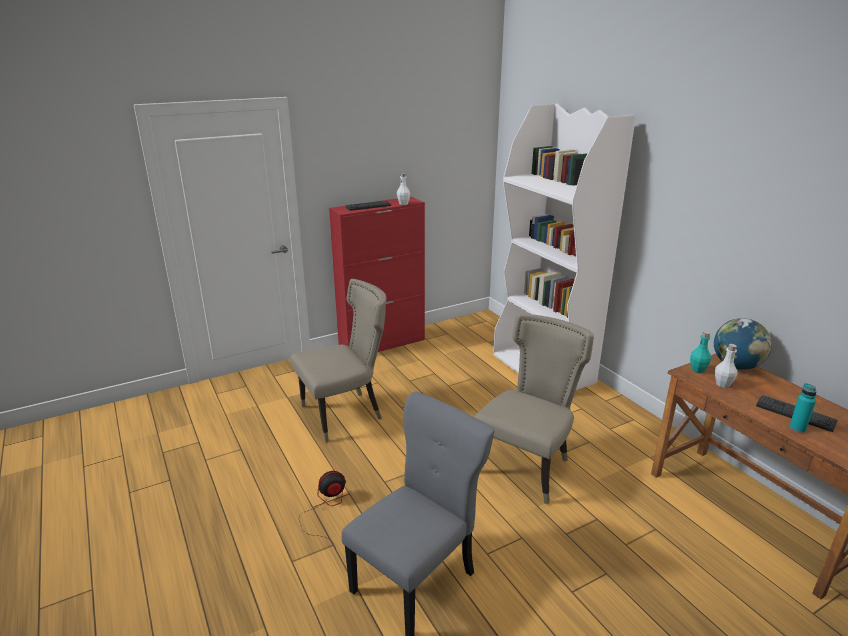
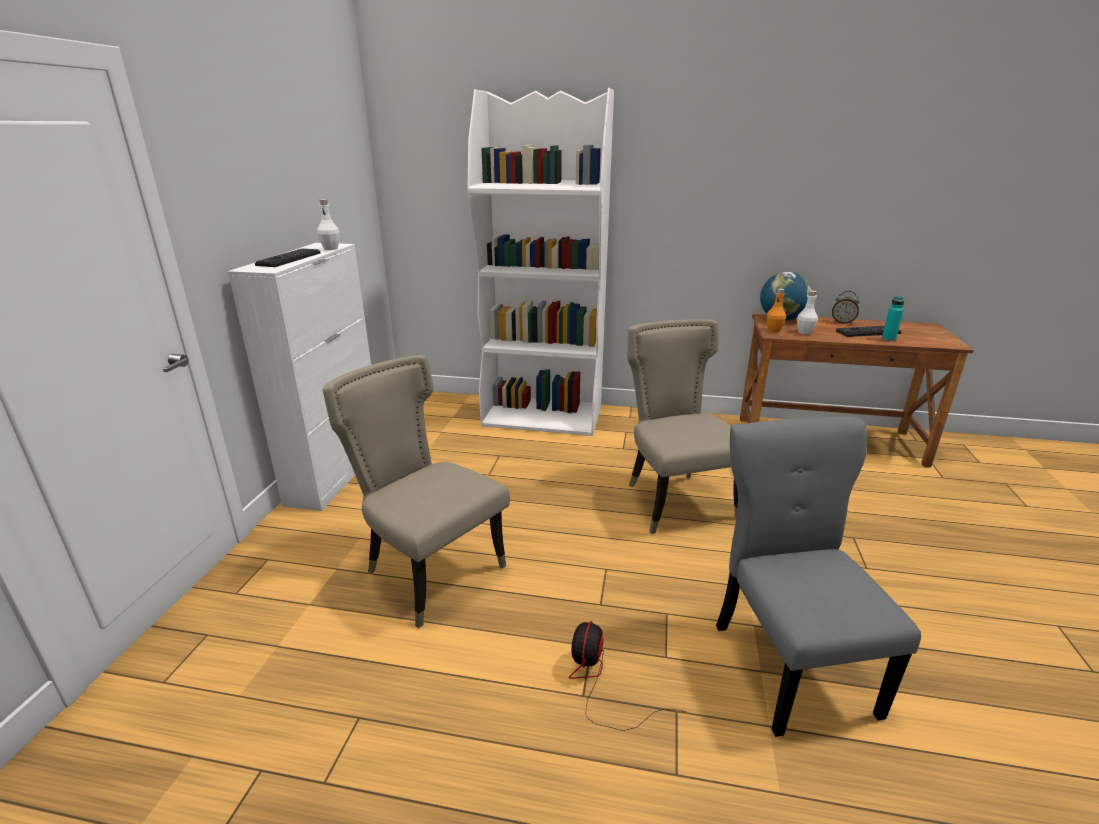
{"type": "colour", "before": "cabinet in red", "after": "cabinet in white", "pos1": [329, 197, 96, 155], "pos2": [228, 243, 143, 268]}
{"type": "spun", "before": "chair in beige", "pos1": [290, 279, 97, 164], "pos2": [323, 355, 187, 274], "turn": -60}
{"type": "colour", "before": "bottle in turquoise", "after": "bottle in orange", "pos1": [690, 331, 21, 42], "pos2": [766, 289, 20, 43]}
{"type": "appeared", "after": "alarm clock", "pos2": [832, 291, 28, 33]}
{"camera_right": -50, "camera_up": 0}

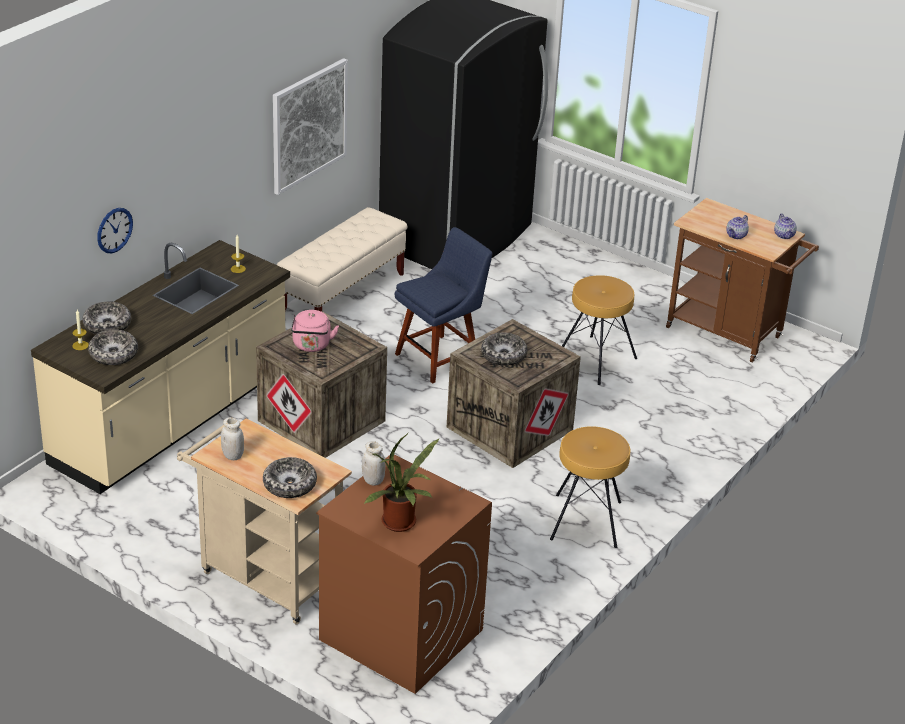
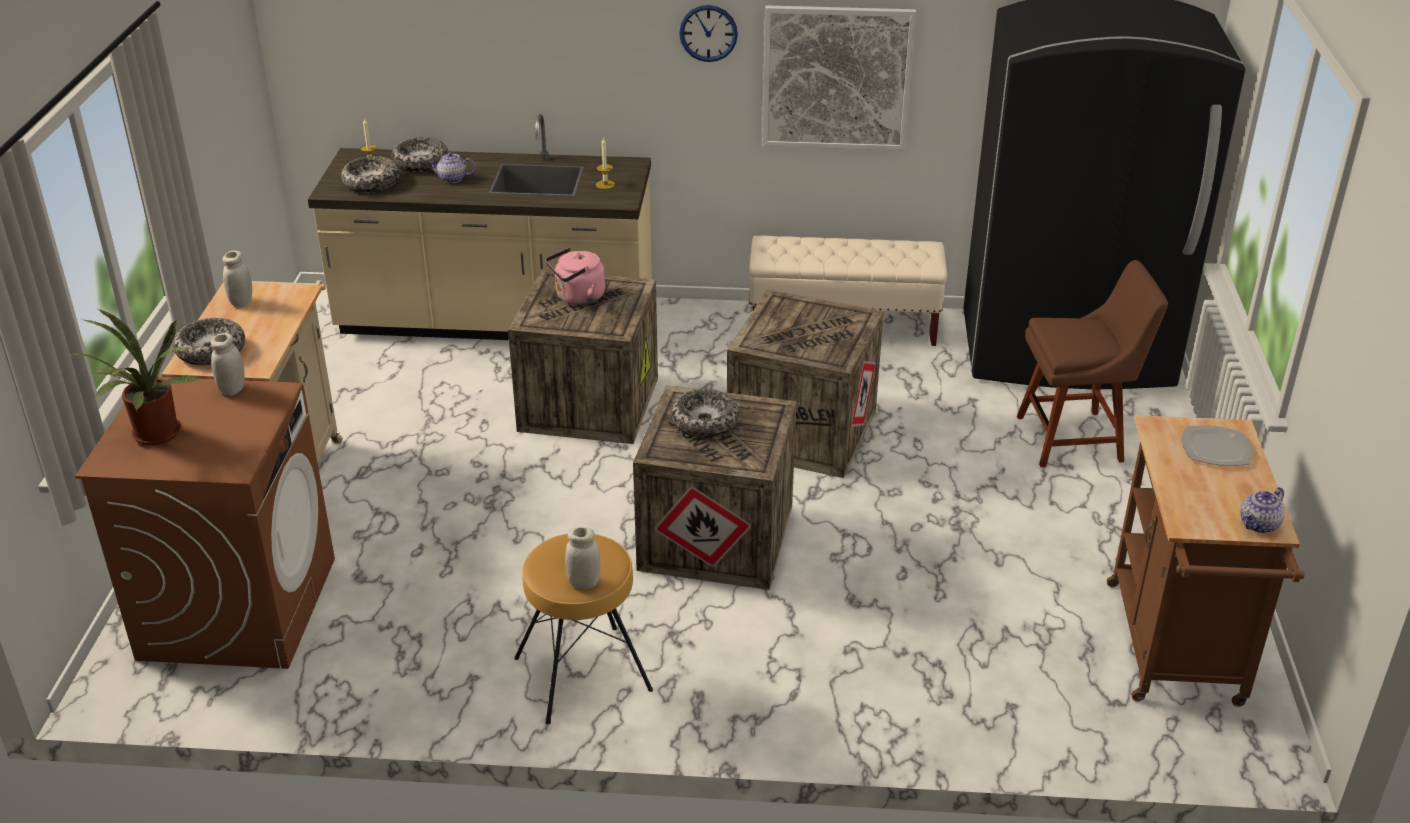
{"type": "relocated", "before": "teapot", "pos1": [726, 215, 23, 24], "pos2": [427, 152, 49, 31]}
{"type": "appeared", "after": "jar in white", "pos2": [565, 527, 36, 62]}
{"type": "relocated", "before": "wall clock", "pos1": [97, 208, 36, 45], "pos2": [679, 5, 59, 57]}
{"type": "exchanged", "before": "chair in blue", "after": "crate", "pos1": [395, 227, 97, 157], "pos2": [727, 290, 157, 188]}
{"type": "appeared", "after": "chair in brown", "pos2": [1017, 260, 151, 207]}
{"type": "appeared", "after": "plate", "pos2": [1182, 425, 70, 41]}
{"type": "missing", "before": "stool in brown", "pos1": [562, 276, 75, 109]}
{"camera_right": 60, "camera_up": 0}

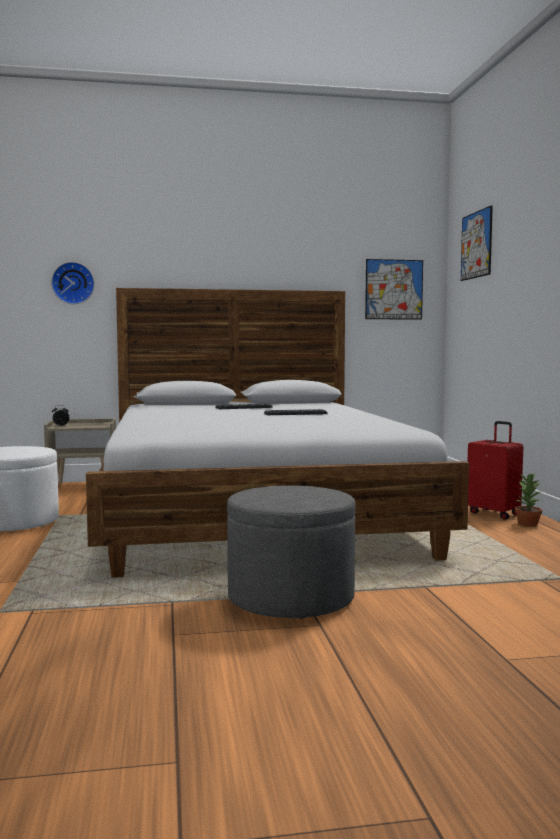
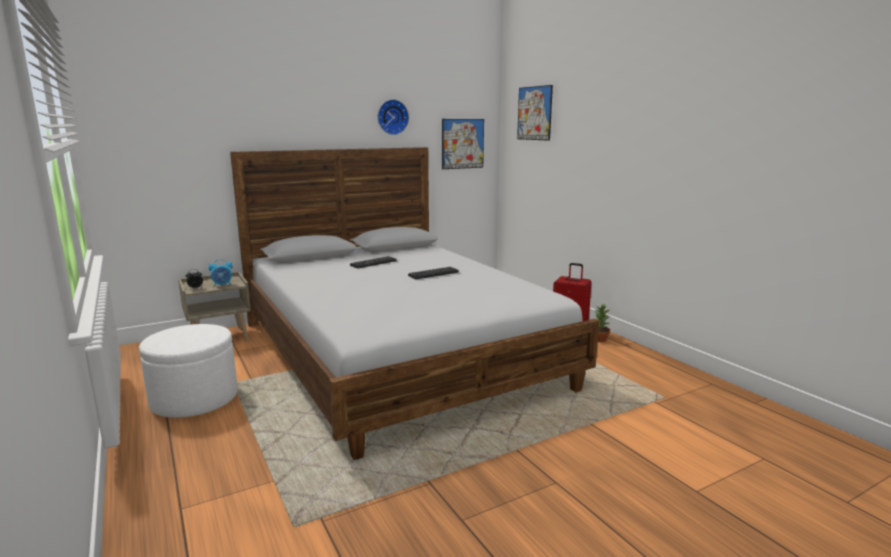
{"type": "appeared", "after": "alarm clock", "pos2": [209, 259, 24, 28]}
{"type": "relocated", "before": "wall clock", "pos1": [51, 262, 44, 42], "pos2": [378, 99, 31, 36]}
{"type": "missing", "before": "ottoman in grey", "pos1": [227, 485, 129, 134]}
{"camera_right": -20, "camera_up": 10}

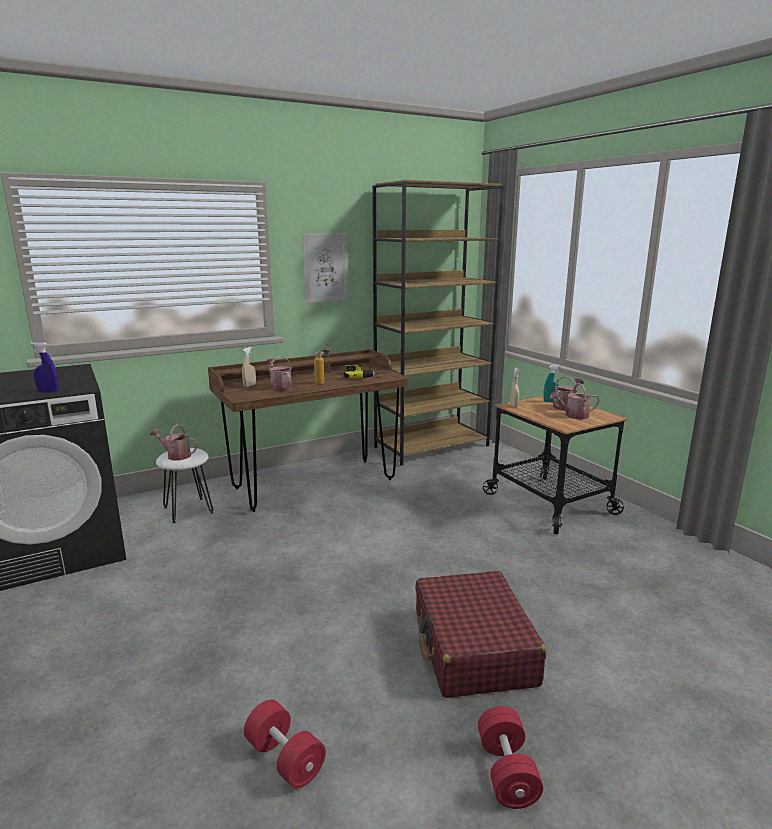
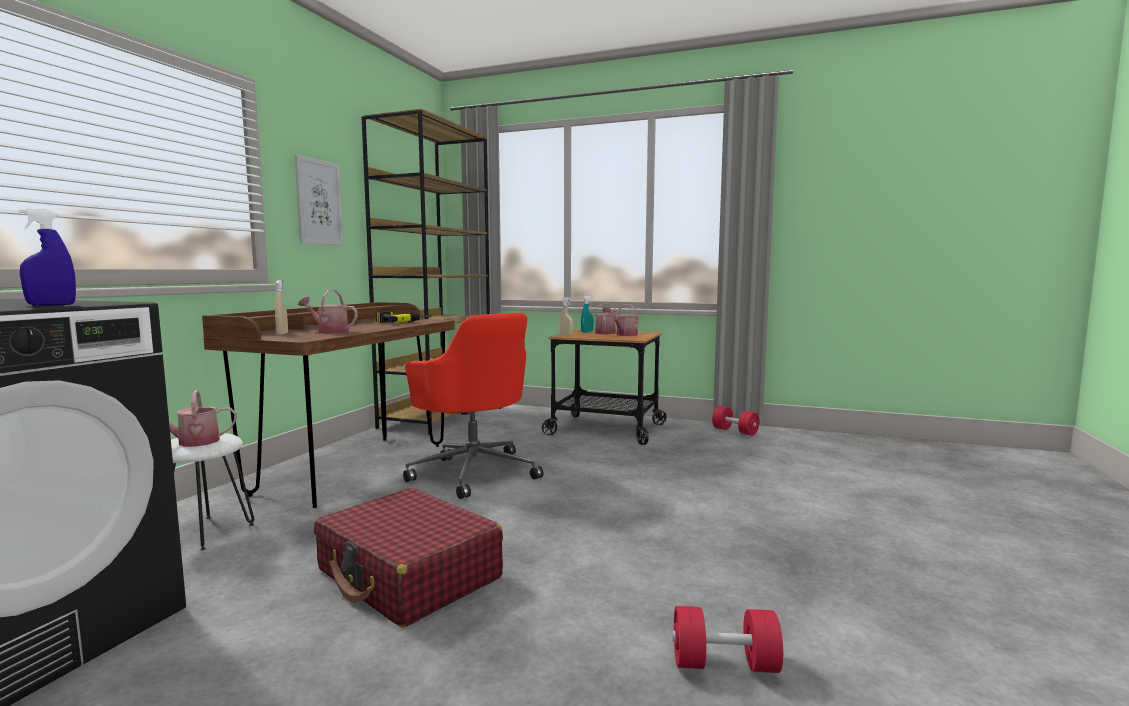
{"type": "relocated", "before": "suitcase in red", "pos1": [415, 571, 131, 127], "pos2": [314, 488, 189, 140]}
{"type": "appeared", "after": "office chair in red", "pos2": [403, 313, 141, 186]}
{"type": "relocated", "before": "dumbbell in red", "pos1": [478, 706, 65, 103], "pos2": [712, 406, 47, 30]}
{"type": "missing", "before": "bottle", "pos1": [314, 344, 16, 41]}
{"camera_right": -40, "camera_up": -10}

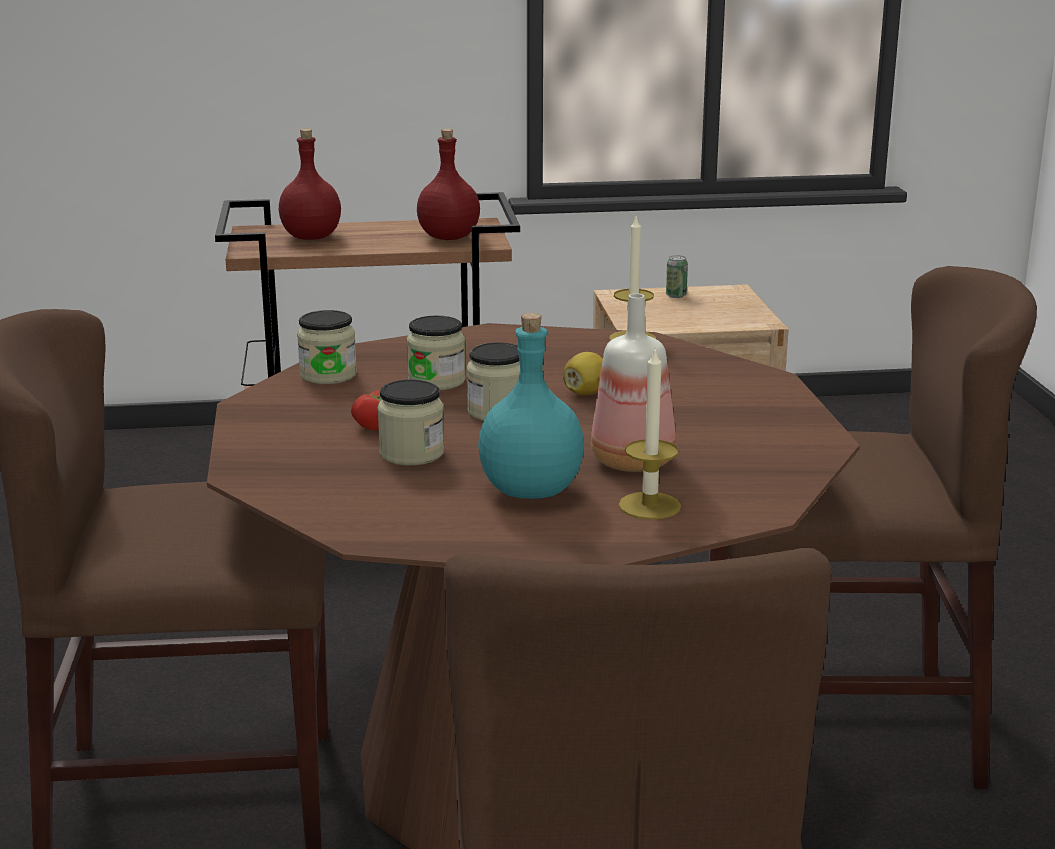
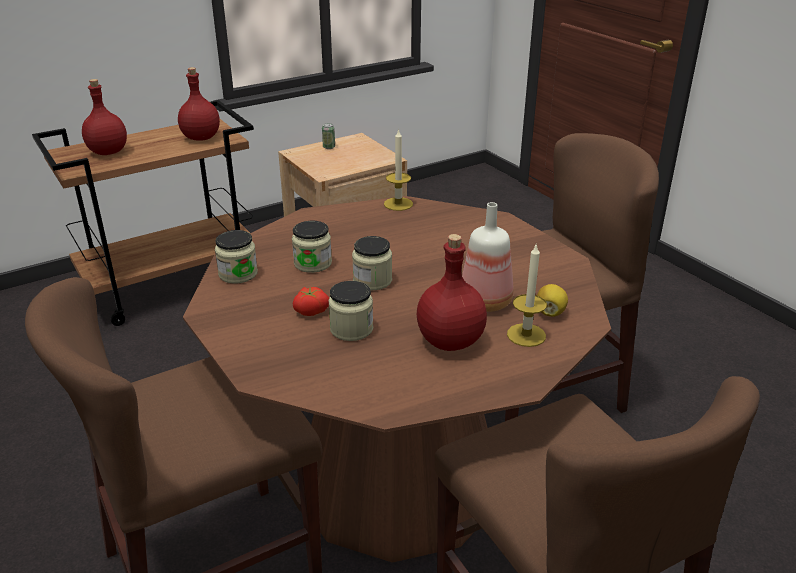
{"type": "colour", "before": "bottle in turquoise", "after": "bottle in red", "pos1": [478, 313, 106, 186], "pos2": [417, 234, 70, 117]}
{"type": "relocated", "before": "lemon", "pos1": [563, 352, 40, 43], "pos2": [537, 284, 31, 33]}
{"camera_right": -25, "camera_up": 10}

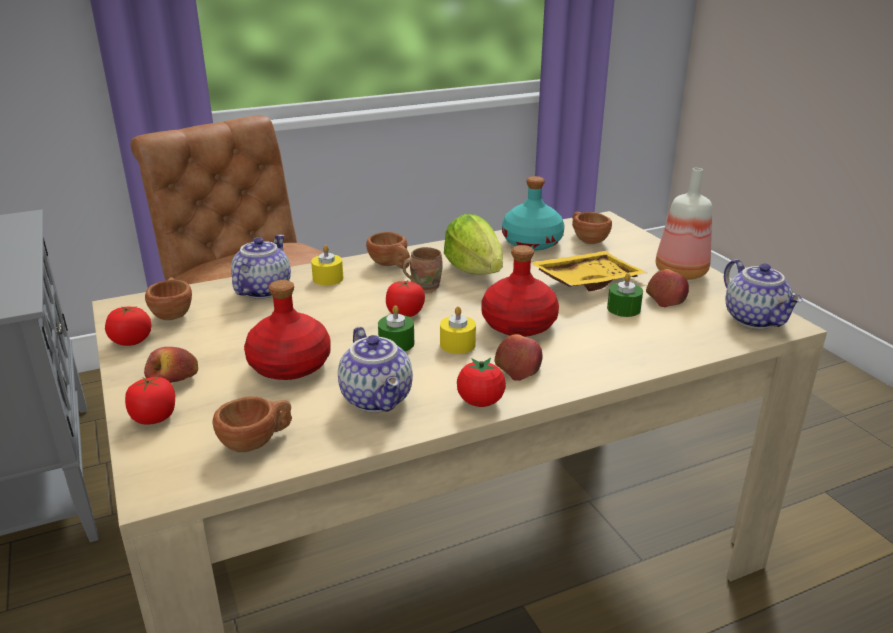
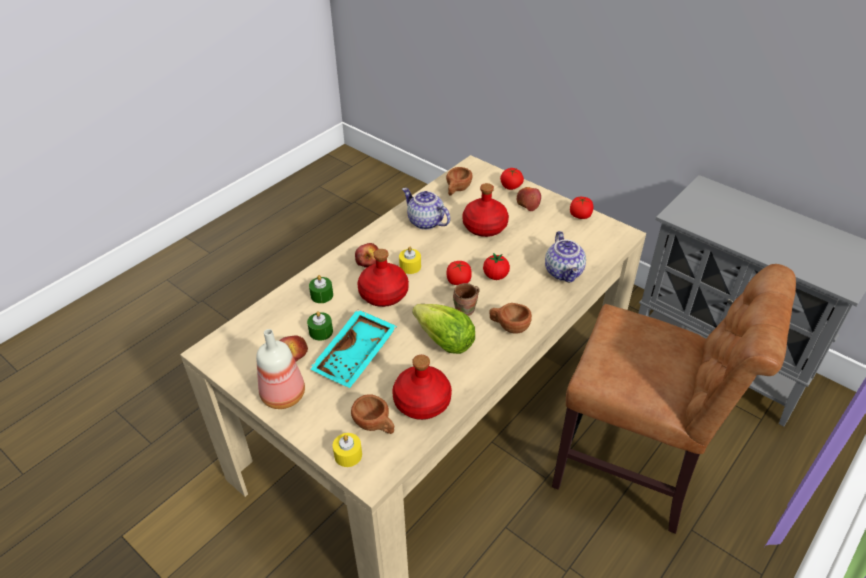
{"type": "relocated", "before": "candle in green", "pos1": [378, 305, 36, 46], "pos2": [309, 275, 24, 28]}
{"type": "colour", "before": "tray in yellow", "after": "tray in turquoise", "pos1": [531, 251, 116, 40], "pos2": [309, 309, 88, 79]}
{"type": "relocated", "before": "candle in yellow", "pos1": [311, 245, 32, 40], "pos2": [333, 433, 29, 34]}
{"type": "colour", "before": "bottle in turquoise", "after": "bottle in red", "pos1": [502, 176, 63, 75], "pos2": [392, 355, 60, 65]}
{"type": "relocated", "before": "tomato", "pos1": [457, 358, 49, 49], "pos2": [483, 253, 27, 27]}
{"type": "missing", "before": "cup in brown", "pos1": [145, 277, 47, 43]}
{"type": "missing", "before": "teapot", "pos1": [724, 259, 79, 70]}
{"camera_right": 155, "camera_up": 15}

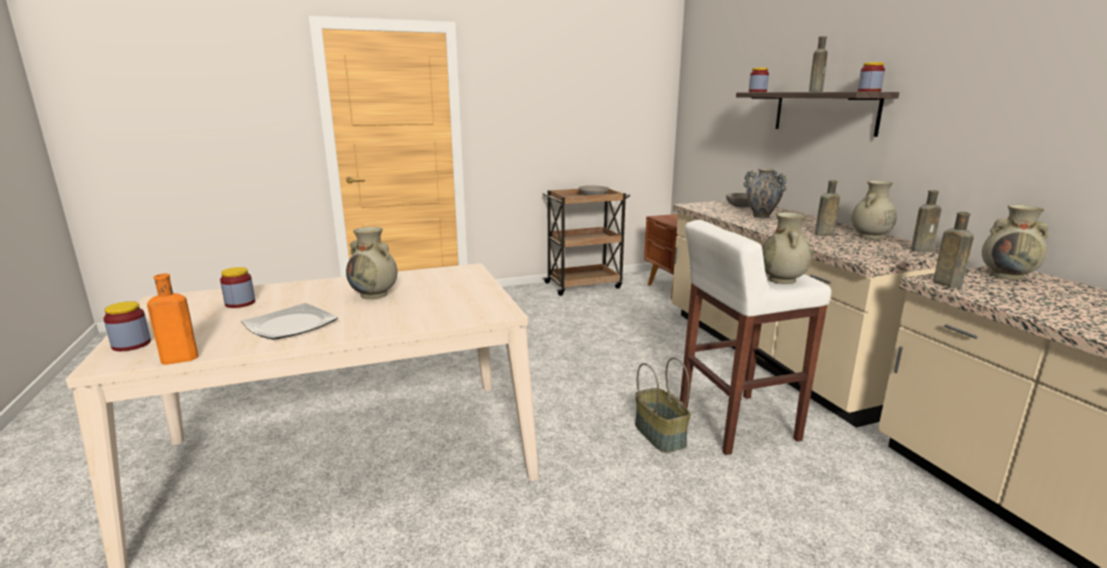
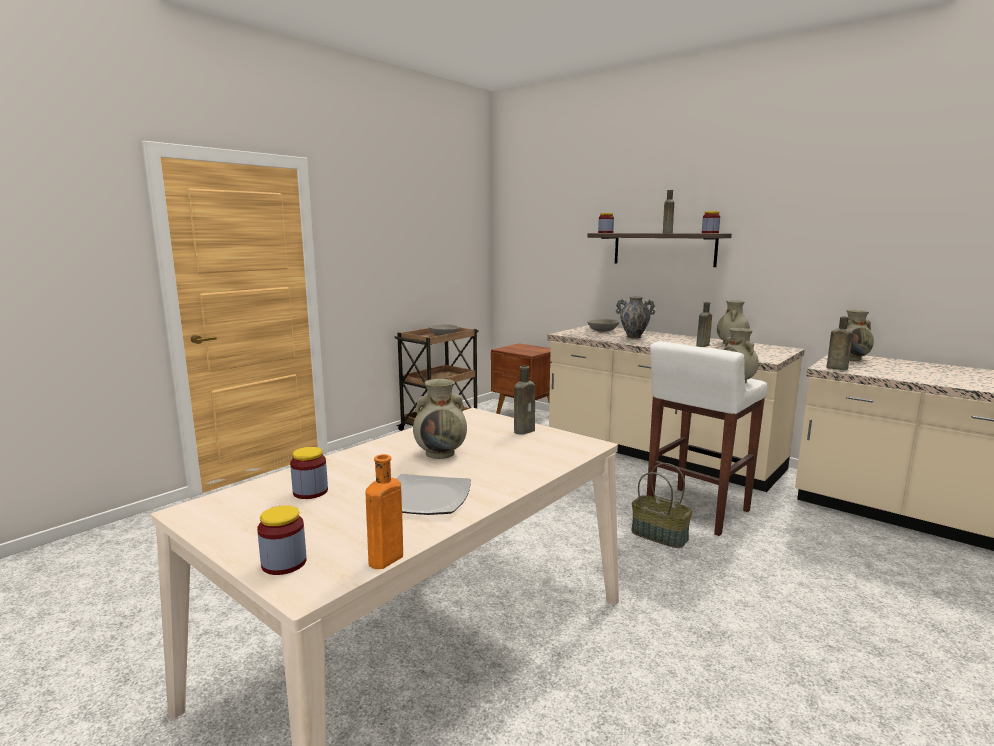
{"type": "relocated", "before": "bottle in brown", "pos1": [911, 190, 31, 62], "pos2": [514, 366, 21, 68]}
{"camera_right": -30, "camera_up": -5}

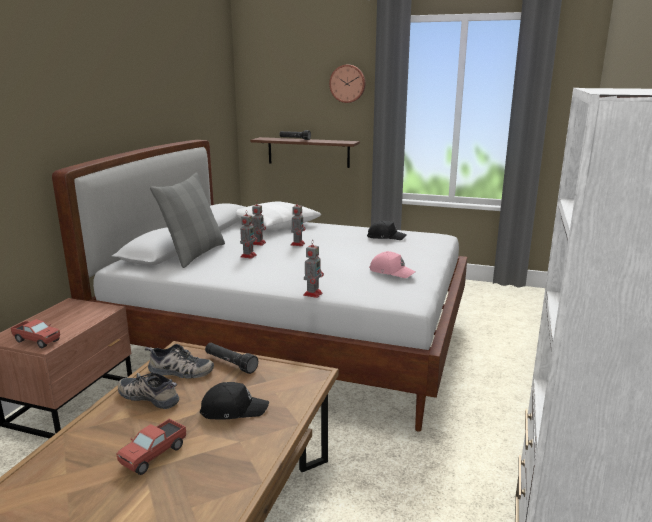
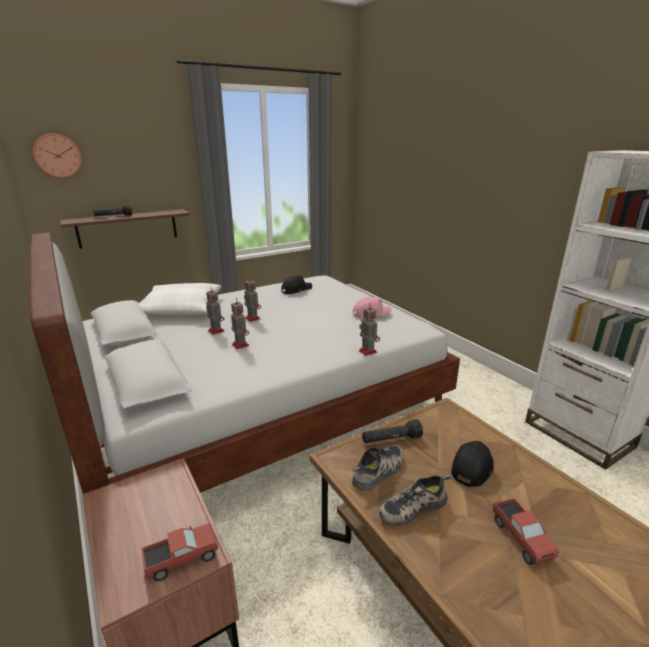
{"type": "relocated", "before": "wall clock", "pos1": [329, 65, 37, 38], "pos2": [33, 133, 49, 45]}
{"type": "missing", "before": "pillow in grey", "pos1": [150, 172, 75, 96]}
{"camera_right": -50, "camera_up": 5}

